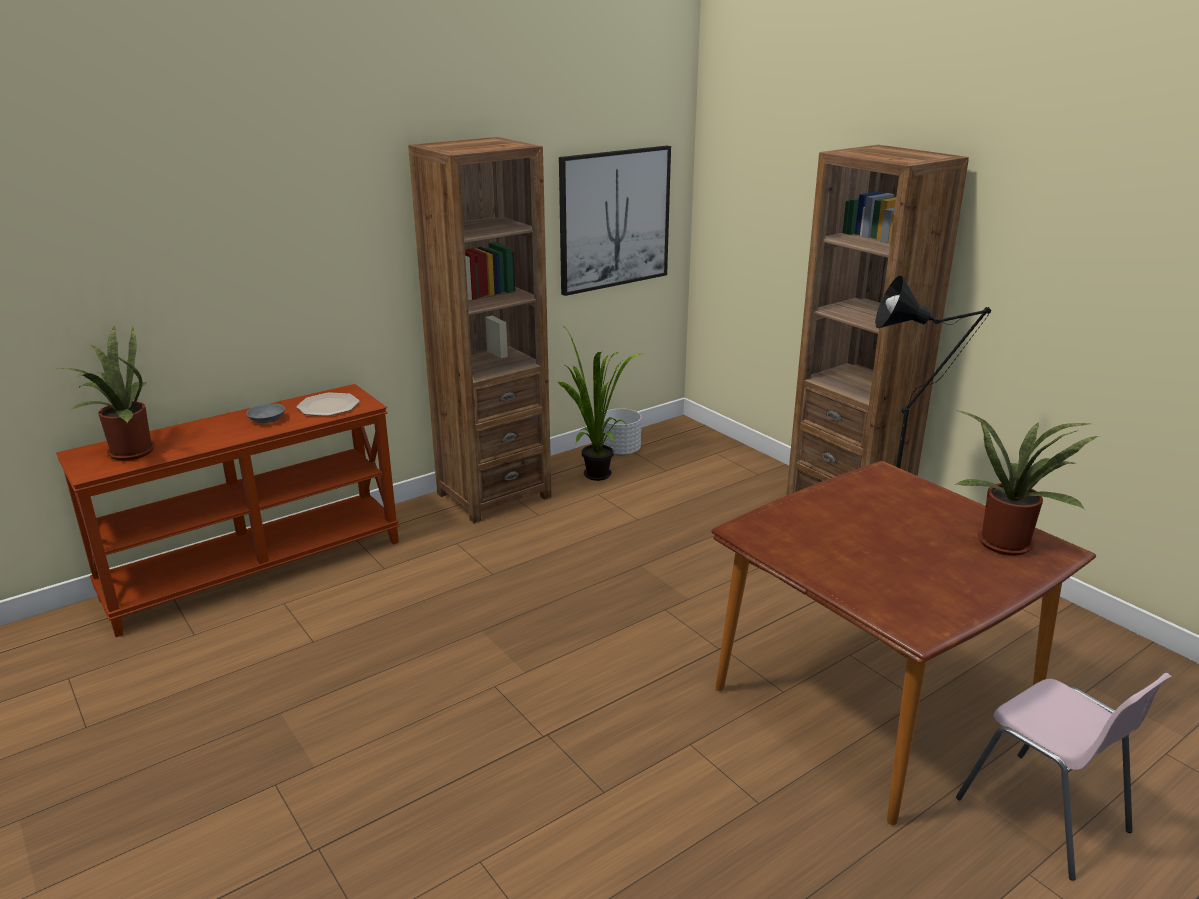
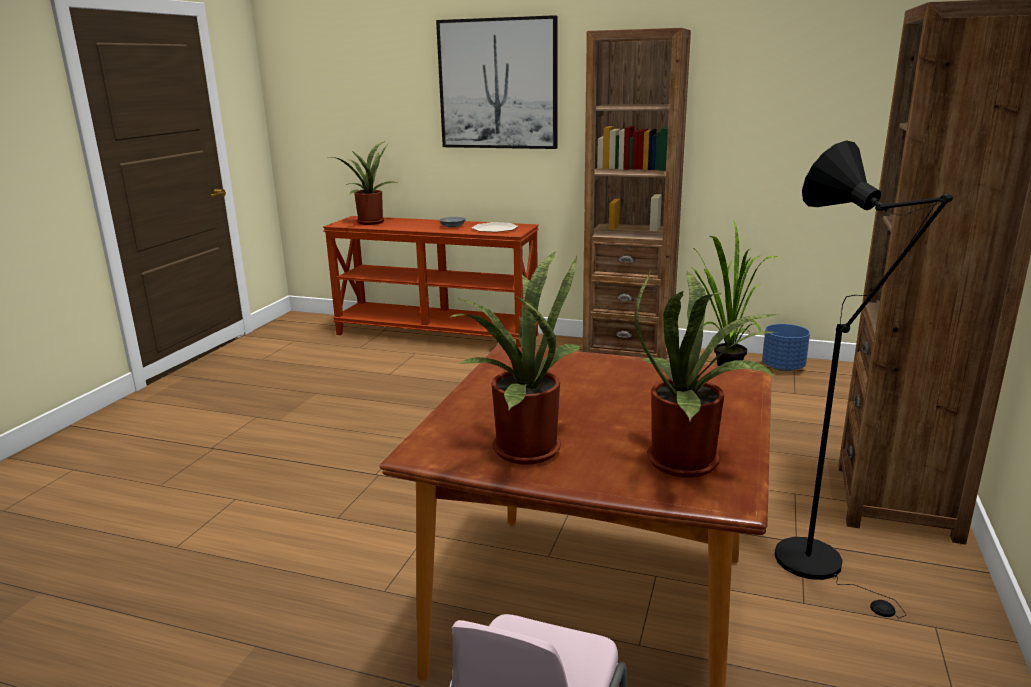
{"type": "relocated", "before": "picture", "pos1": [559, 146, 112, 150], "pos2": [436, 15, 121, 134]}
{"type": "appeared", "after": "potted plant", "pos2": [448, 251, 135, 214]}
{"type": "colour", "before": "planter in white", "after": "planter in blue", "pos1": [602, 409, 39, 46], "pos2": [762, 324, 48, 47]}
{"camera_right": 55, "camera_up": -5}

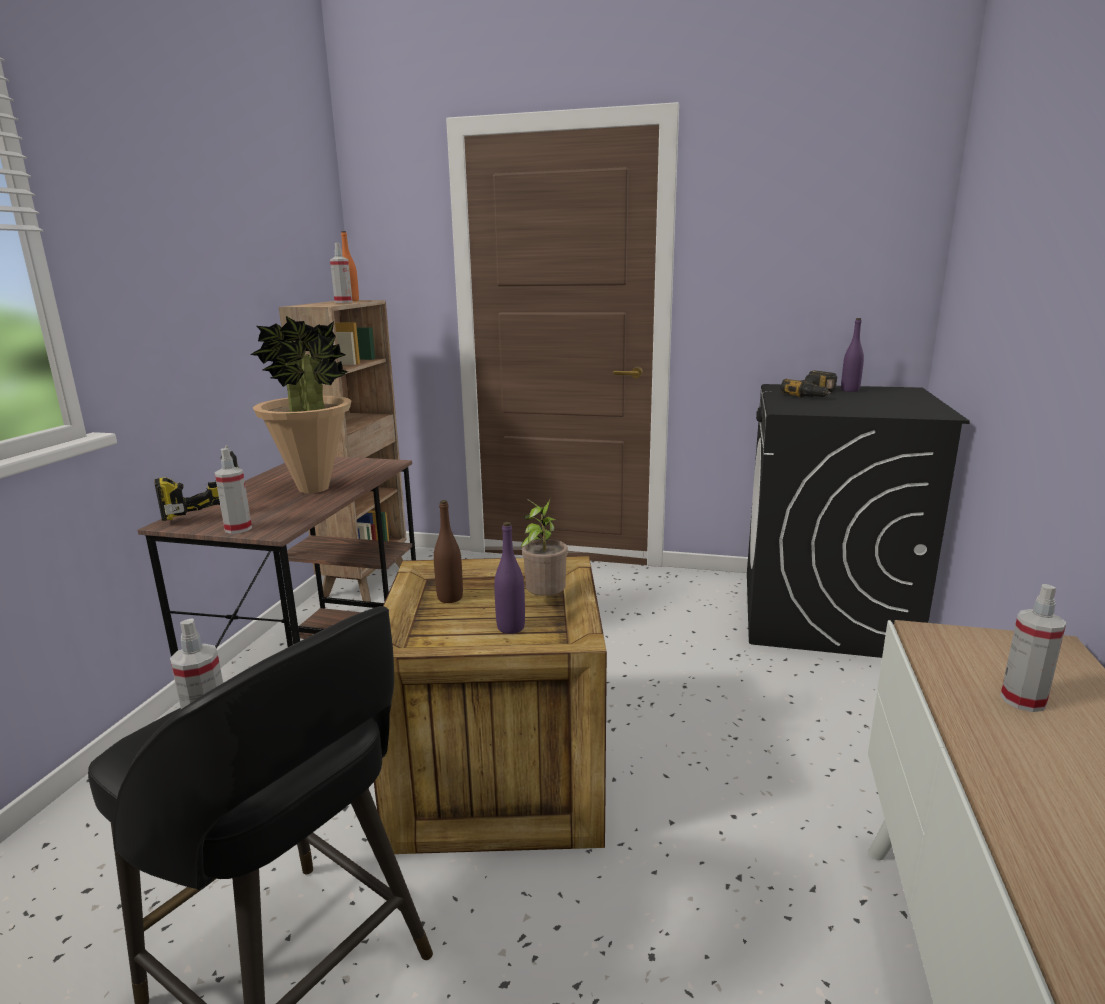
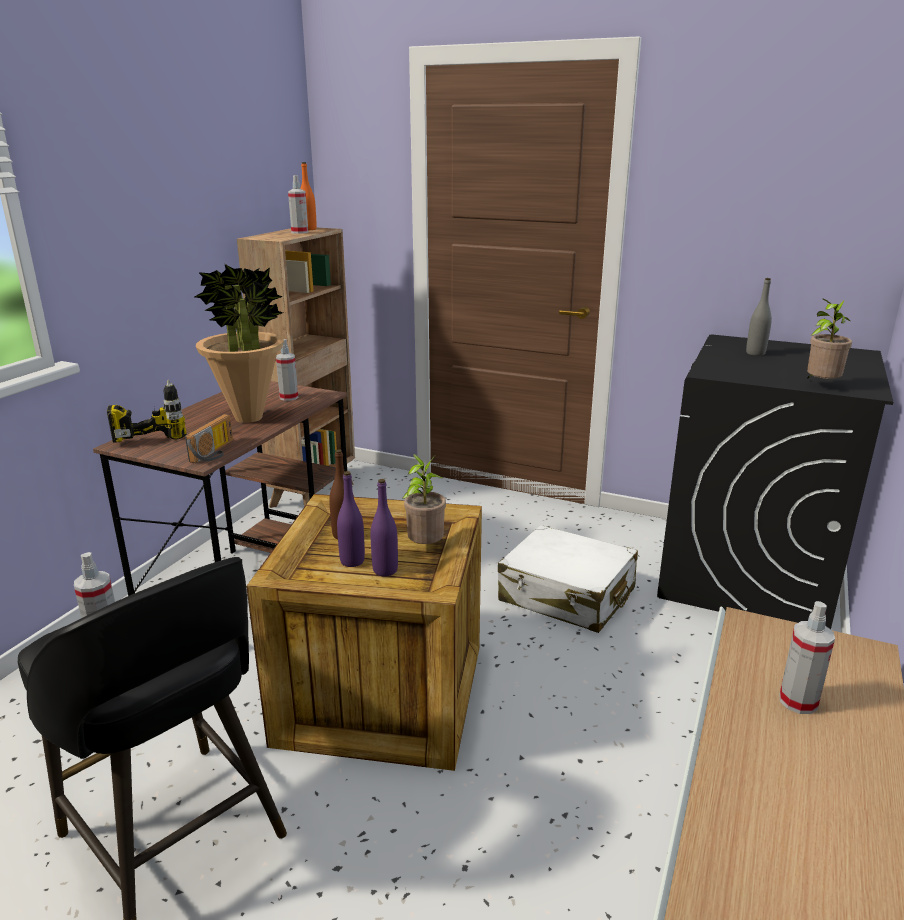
{"type": "appeared", "after": "radio", "pos2": [185, 414, 48, 49]}
{"type": "relocated", "before": "spray bottle", "pos1": [215, 448, 37, 86], "pos2": [276, 339, 22, 62]}
{"type": "relocated", "before": "bottle in purple", "pos1": [841, 318, 23, 74], "pos2": [337, 471, 28, 96]}
{"type": "appeared", "after": "suitcase in white", "pos2": [498, 525, 140, 108]}
{"type": "exchanged", "before": "power drill", "after": "bottle in grey", "pos1": [780, 371, 57, 26], "pos2": [746, 278, 26, 78]}
{"type": "appeared", "after": "potted plant", "pos2": [807, 298, 45, 82]}
{"camera_right": 10, "camera_up": 5}

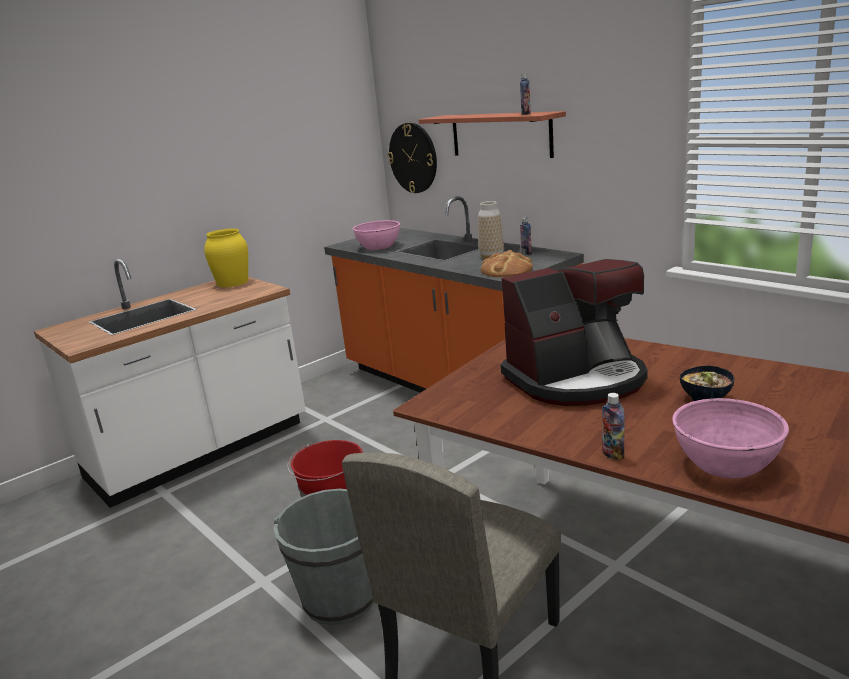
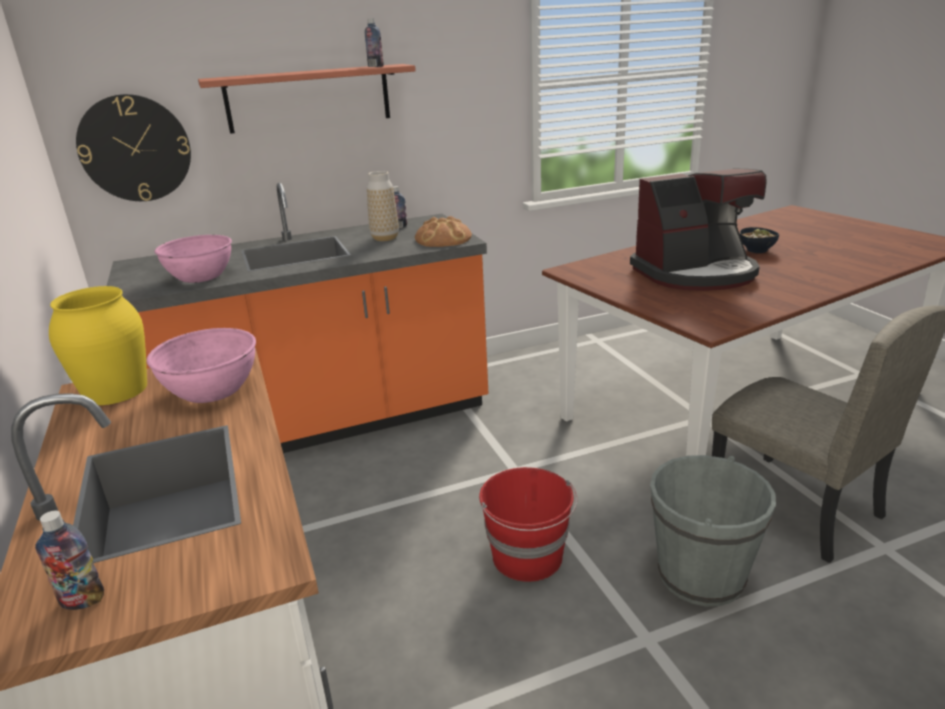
{"type": "relocated", "before": "bottle", "pos1": [602, 393, 22, 67], "pos2": [35, 511, 69, 99]}
{"type": "relocated", "before": "bowl in pink", "pos1": [672, 398, 117, 81], "pos2": [147, 328, 109, 75]}
{"type": "spun", "before": "coffee machine", "pos1": [501, 259, 147, 147], "pos2": [630, 169, 137, 122], "turn": 75}
{"camera_right": -70, "camera_up": 5}

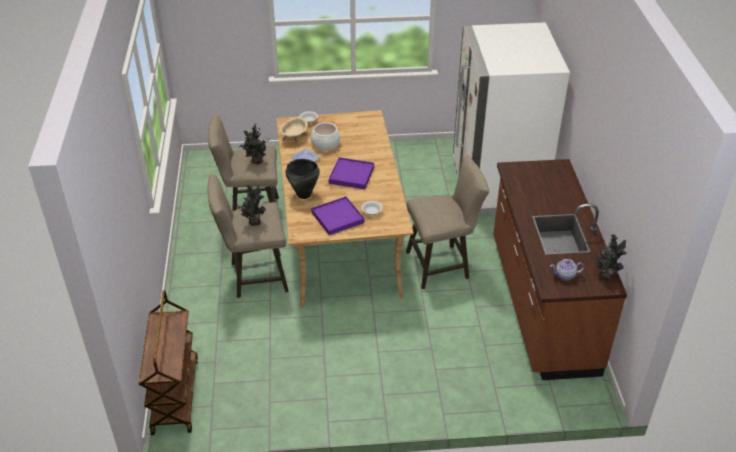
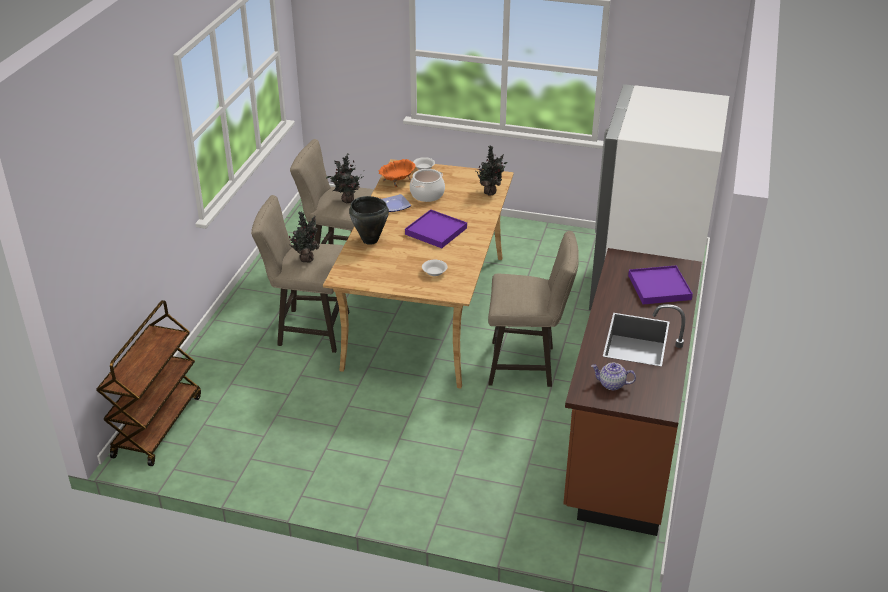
{"type": "colour", "before": "bowl in beige", "after": "bowl in orange", "pos1": [280, 117, 28, 26], "pos2": [379, 159, 37, 28]}
{"type": "relocated", "before": "potted plant", "pos1": [594, 234, 33, 47], "pos2": [475, 145, 33, 51]}
{"type": "relocated", "before": "tray in purple", "pos1": [311, 196, 53, 39], "pos2": [628, 265, 65, 39]}
{"camera_right": 20, "camera_up": -5}

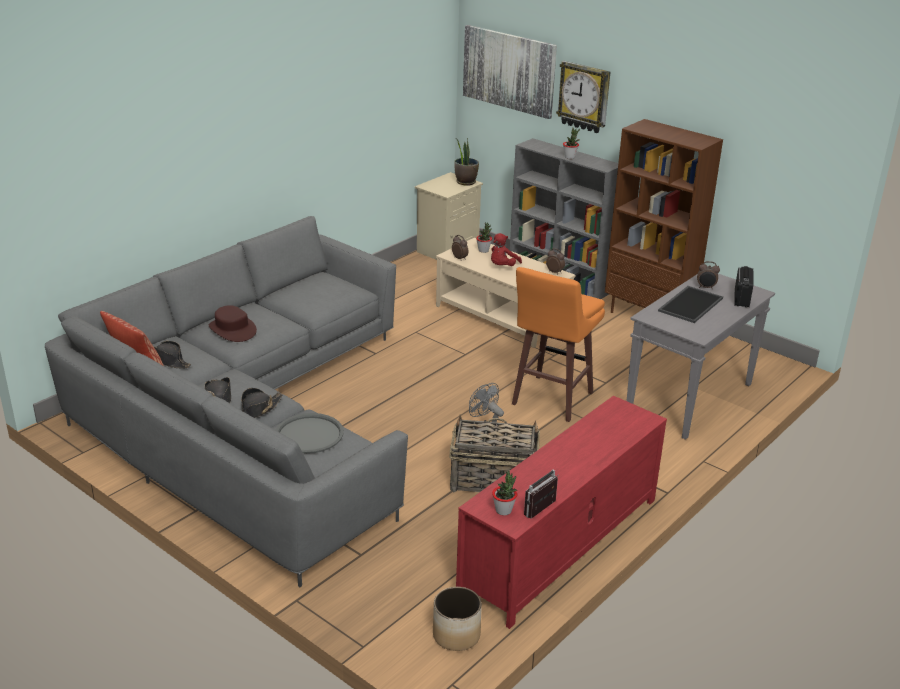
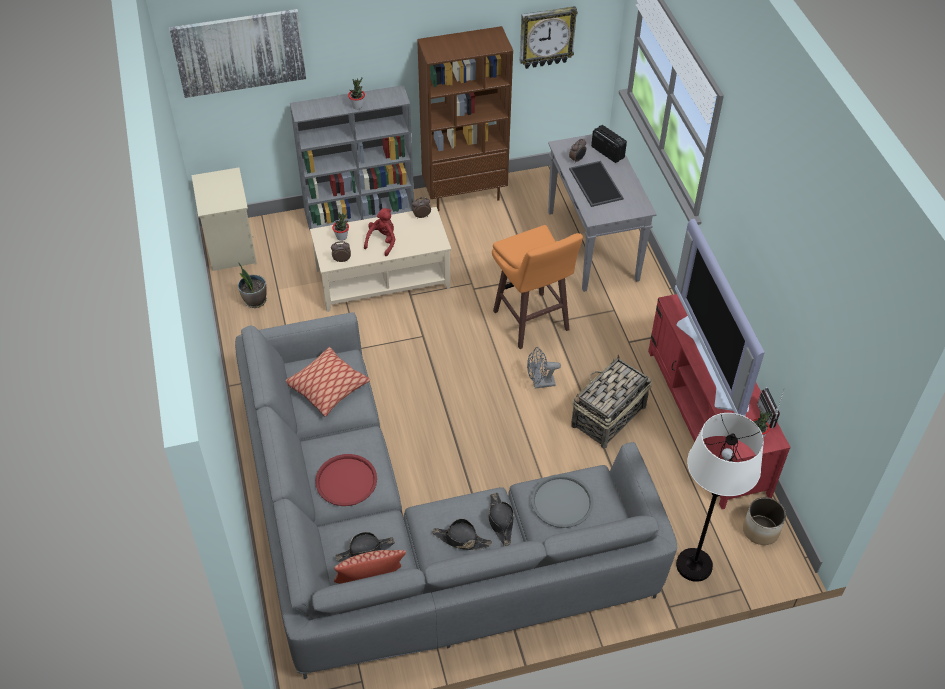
{"type": "relocated", "before": "potted plant", "pos1": [454, 137, 25, 49], "pos2": [238, 262, 29, 46]}
{"type": "appeared", "after": "pillow", "pos2": [286, 347, 84, 70]}
{"type": "exchanged", "before": "hat in brown", "after": "tray in red", "pos1": [209, 305, 48, 37], "pos2": [315, 454, 62, 52]}
{"type": "spun", "before": "plush toy in red", "pos1": [491, 233, 31, 33], "pos2": [364, 208, 32, 48], "turn": -135}
{"type": "relocated", "before": "wall clock", "pos1": [556, 61, 54, 72], "pos2": [519, 6, 59, 63]}
{"type": "appeared", "after": "television", "pos2": [675, 219, 90, 197]}
{"type": "appeared", "after": "floor lamp in white", "pos2": [676, 413, 88, 169]}
{"camera_right": -55, "camera_up": 20}

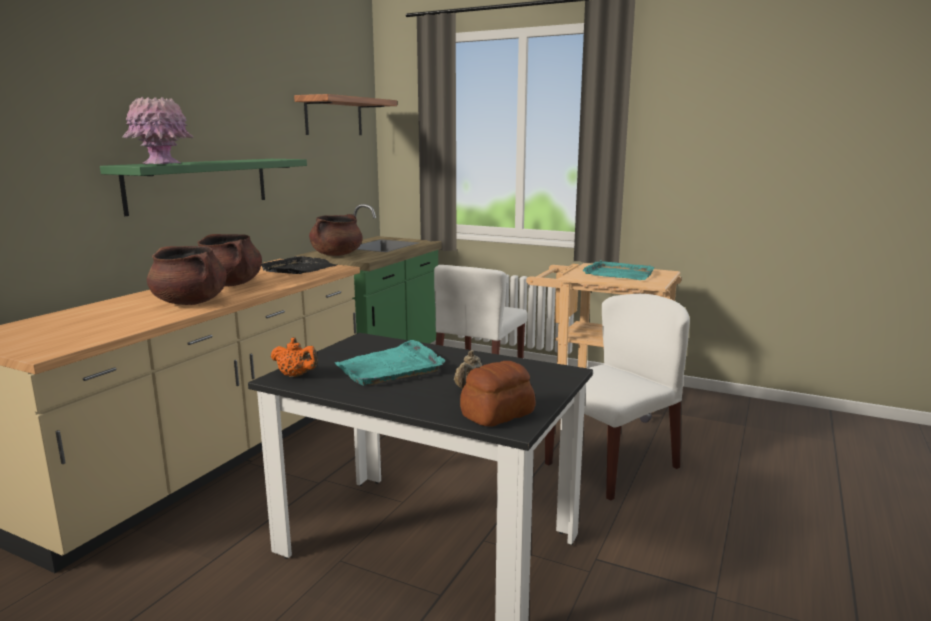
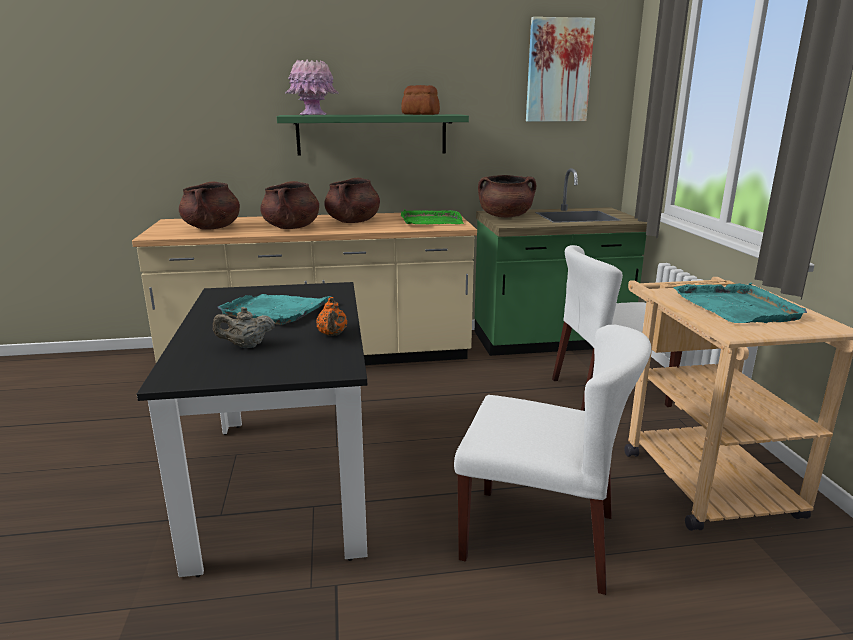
{"type": "appeared", "after": "cooking pot in brown", "pos2": [179, 181, 61, 49]}
{"type": "relocated", "before": "teapot in orange", "pos1": [271, 338, 47, 39], "pos2": [316, 297, 31, 39]}
{"type": "relocated", "before": "bread", "pos1": [460, 361, 76, 65], "pos2": [401, 85, 39, 30]}
{"type": "colour", "before": "tray in black", "after": "tray in green", "pos1": [261, 256, 76, 18], "pos2": [401, 209, 63, 15]}
{"type": "exchanged", "before": "shelf", "after": "picture", "pos1": [294, 94, 103, 41], "pos2": [526, 17, 69, 105]}
{"camera_right": 55, "camera_up": 5}

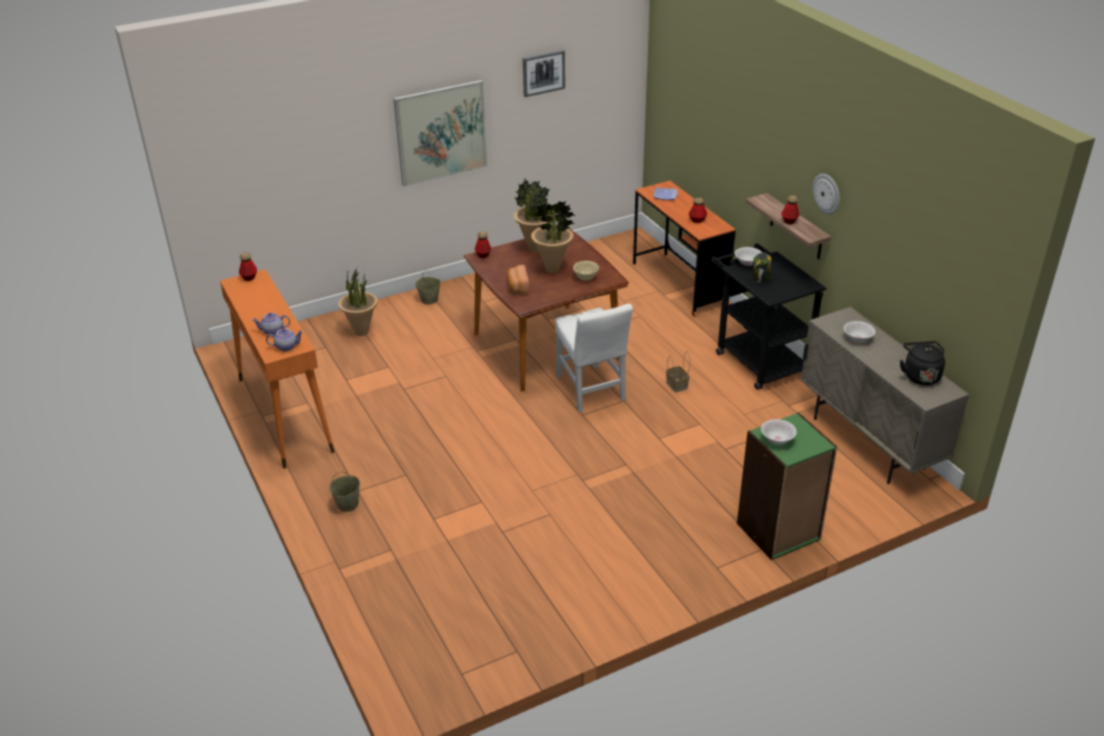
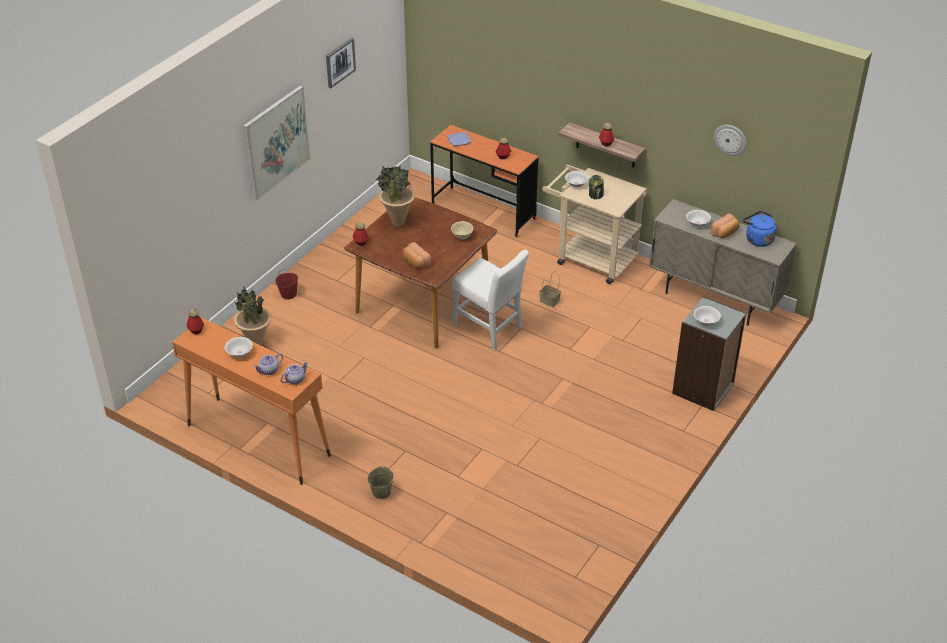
{"type": "appeared", "after": "bowl in white", "pos2": [225, 337, 28, 21]}
{"type": "colour", "before": "bucket in beige", "after": "bucket in red", "pos1": [415, 271, 26, 34], "pos2": [275, 269, 23, 30]}
{"type": "colour", "before": "cart in black", "after": "cart in beige", "pos1": [711, 243, 115, 147], "pos2": [542, 165, 105, 119]}
{"type": "colour", "before": "bookcase in green", "after": "bookcase in grey", "pos1": [737, 412, 100, 149], "pos2": [672, 296, 74, 115]}
{"type": "appeared", "after": "bread", "pos2": [711, 213, 28, 25]}
{"type": "relocated", "before": "wall clock", "pos1": [813, 174, 27, 41], "pos2": [714, 125, 32, 31]}
{"type": "colour", "before": "kettle in black", "after": "kettle in blue", "pos1": [900, 341, 45, 44], "pos2": [743, 211, 33, 36]}
{"type": "missing", "before": "potted plant", "pos1": [531, 201, 44, 72]}
{"camera_right": -30, "camera_up": 5}

